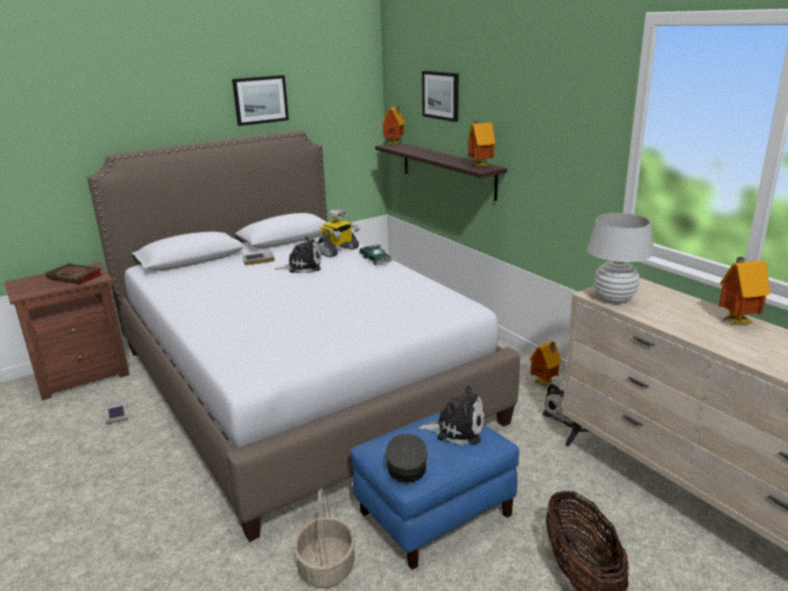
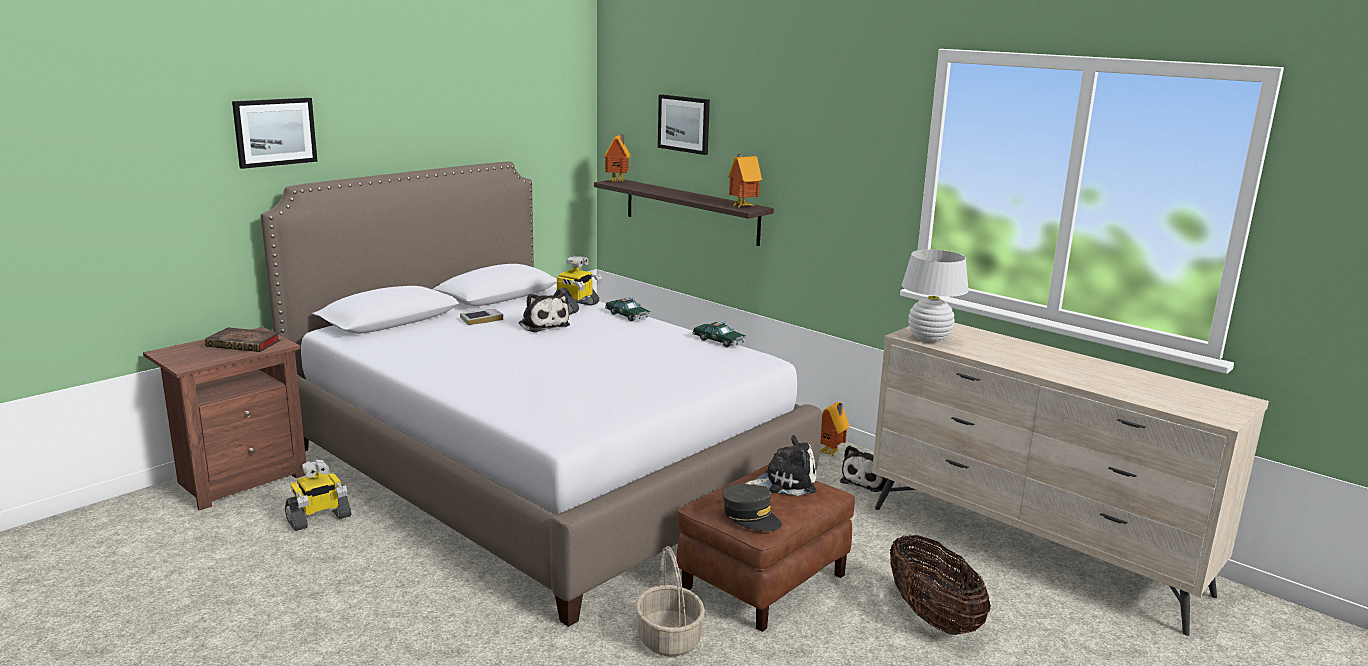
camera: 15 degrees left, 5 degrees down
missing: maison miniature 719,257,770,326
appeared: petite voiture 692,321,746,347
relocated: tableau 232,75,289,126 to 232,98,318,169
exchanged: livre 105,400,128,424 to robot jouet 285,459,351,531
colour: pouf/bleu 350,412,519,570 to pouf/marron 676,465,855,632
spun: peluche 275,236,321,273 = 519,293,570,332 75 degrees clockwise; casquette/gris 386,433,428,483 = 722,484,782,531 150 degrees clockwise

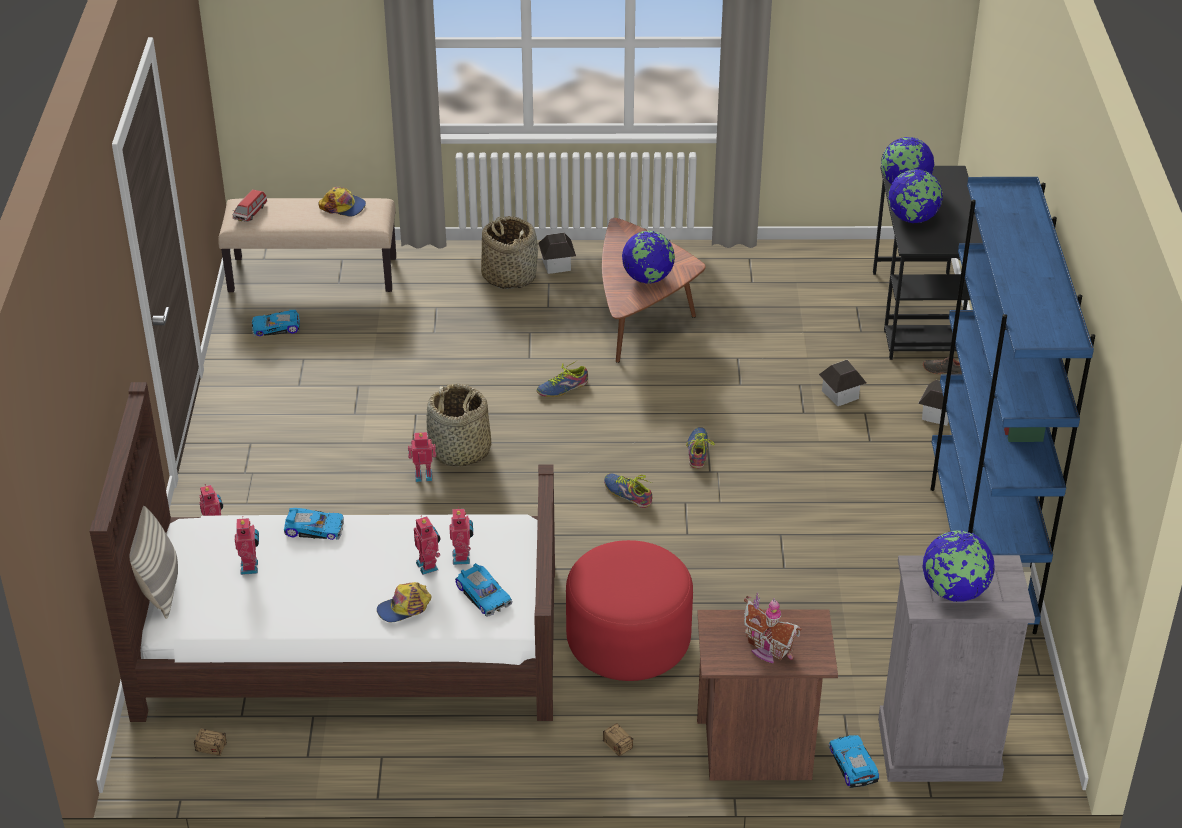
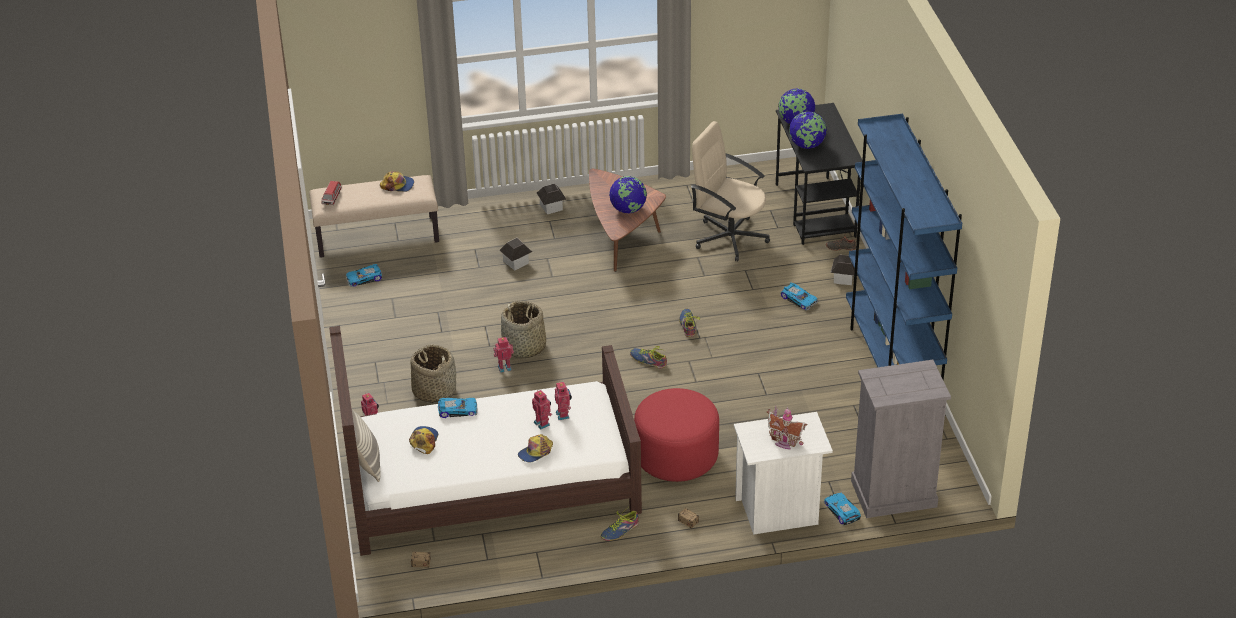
camera: 10 degrees left, 0 degrees up
missing: globe 923,531,995,602
appeared: chaise de bureau/beige 691,121,770,261
relocated: petite voiture 455,563,512,617 to 781,282,818,311; panier 481,216,538,289 to 410,344,456,403; chaussure 536,362,588,397 to 601,511,639,541; maison miniature 819,360,866,406 to 499,238,532,270
exchanged: robot jouet 235,516,259,575 to casquette 409,426,438,454
colour: table de chevet/marron 697,609,838,781 to table de chevet/blanc 734,412,833,535

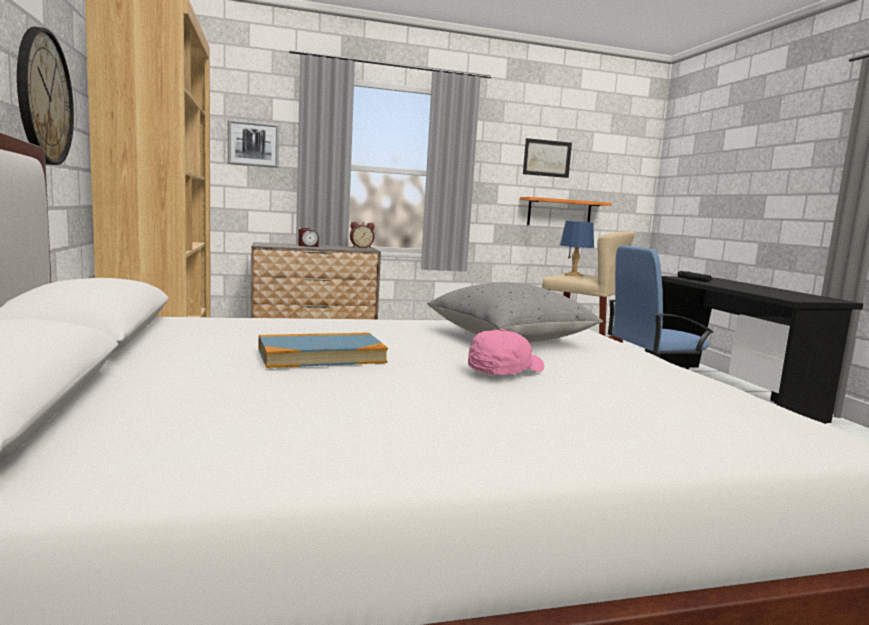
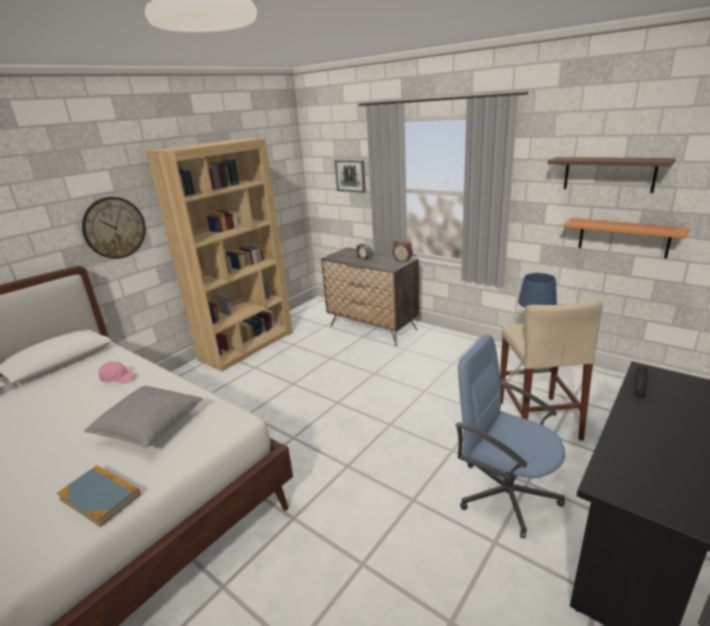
camera: 55 degrees right, 15 degrees up
relocated: livre 259,333,388,368 to 57,465,141,527; casquette/rose 468,329,544,375 to 98,361,137,384
exchanged: tableau 523,138,572,178 to étagère/marron 547,157,676,193

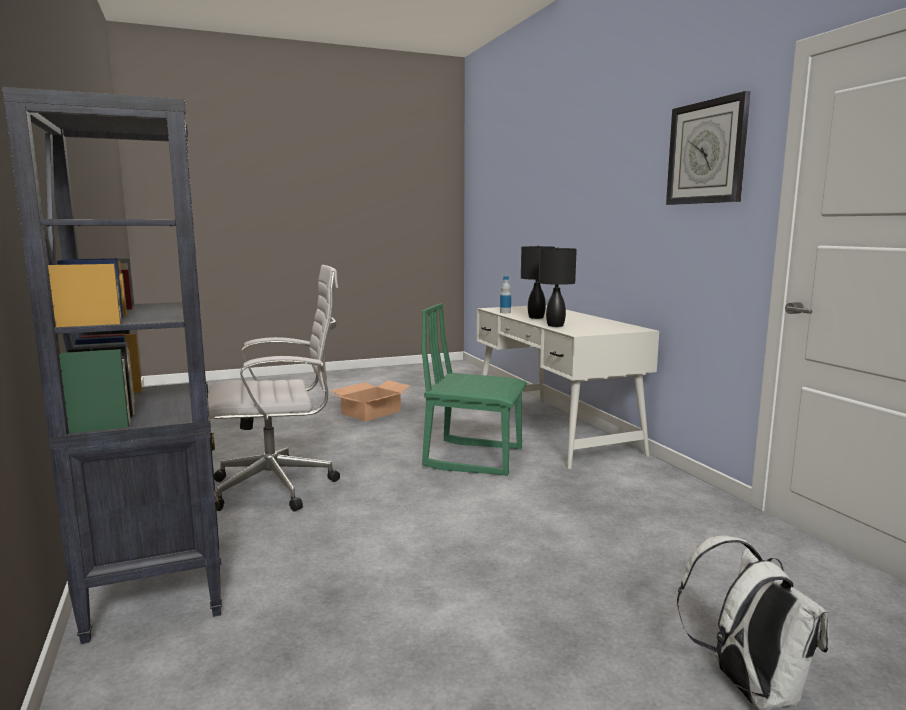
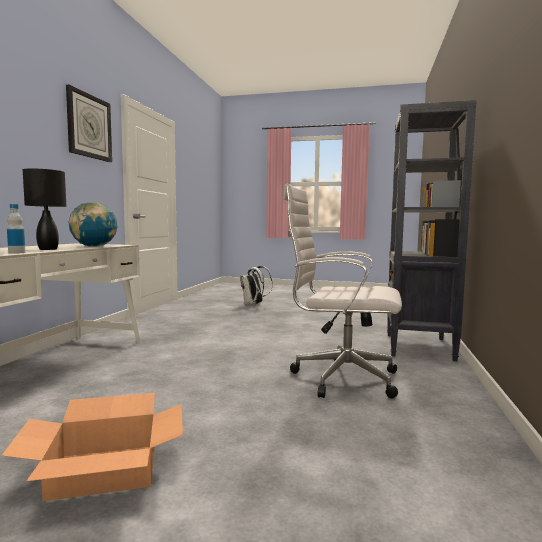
camera: 145 degrees left, 5 degrees down
missing: chaise/vert 422,303,527,476
exchanged: lampe de table/noir 539,247,577,327 to globe 68,202,117,247

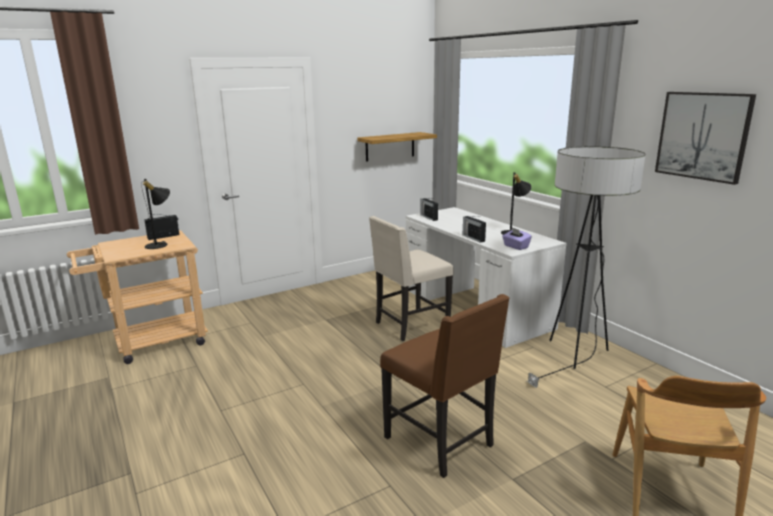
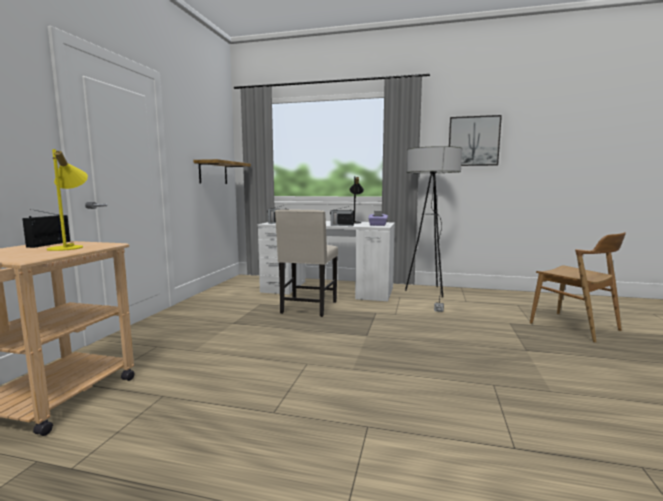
camera: 45 degrees left, 10 degrees down
missing: chaise/marron 380,294,510,478
colour: lampe de table/noir 141,179,170,249 to lampe de table/jaune 47,149,88,251

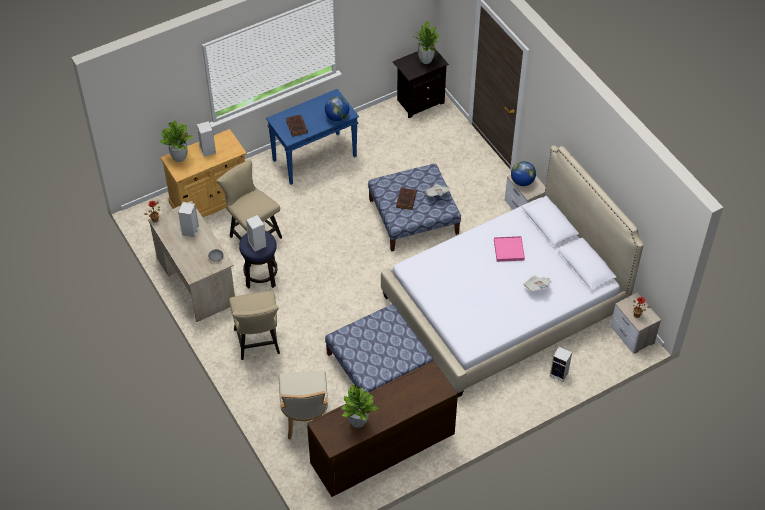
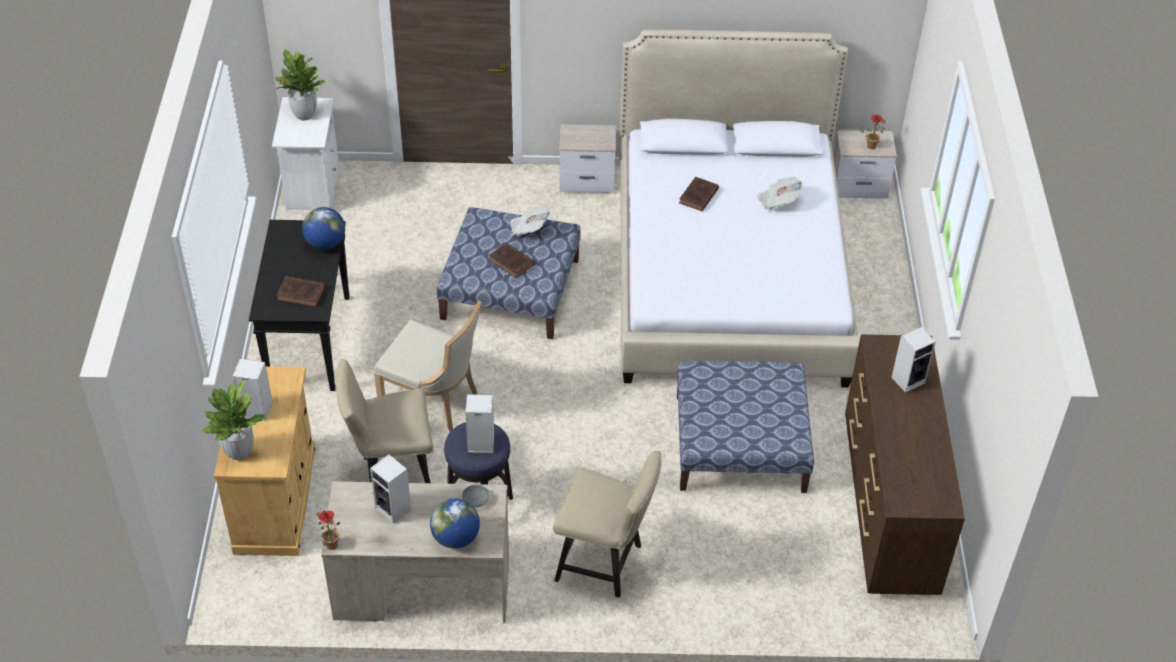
camera: 60 degrees left, 5 degrees down
missing: plante en pot 340,384,378,428
relocated: chaise/beige 279,370,328,440 to 374,300,482,432; globe 511,161,536,186 to 430,498,480,549; enceinte 550,347,572,382 to 891,327,936,393
exchanged: plateau/rose 494,236,525,262 to livre/marron 679,177,719,211
colour: table console/bleu 266,89,359,185 to table console/noir 249,220,349,391; table de chevet/noir 393,49,449,118 to table de chevet/blanc 272,97,339,210

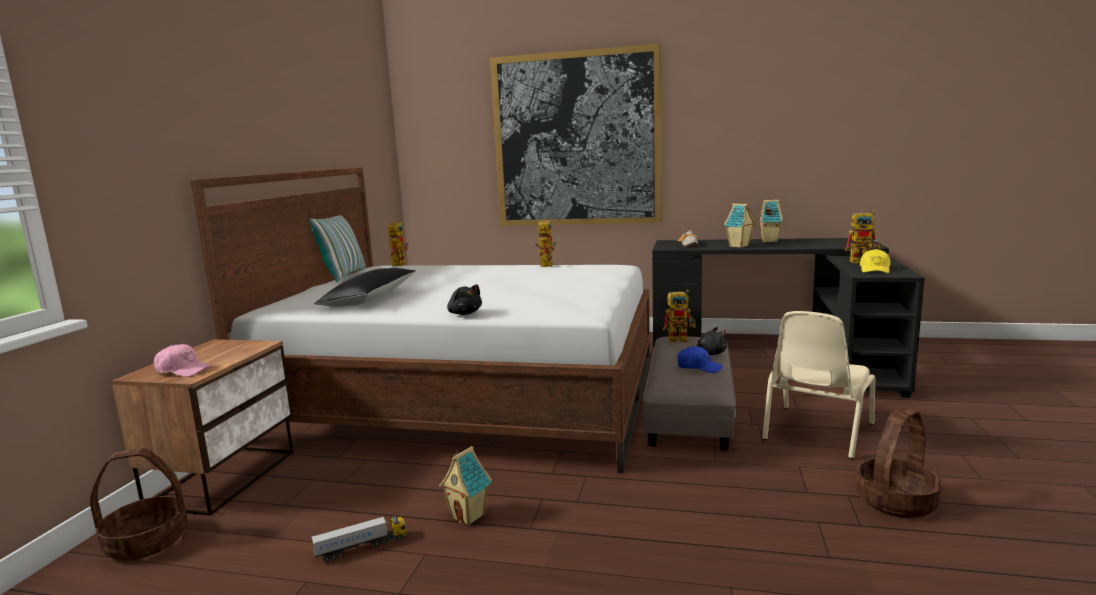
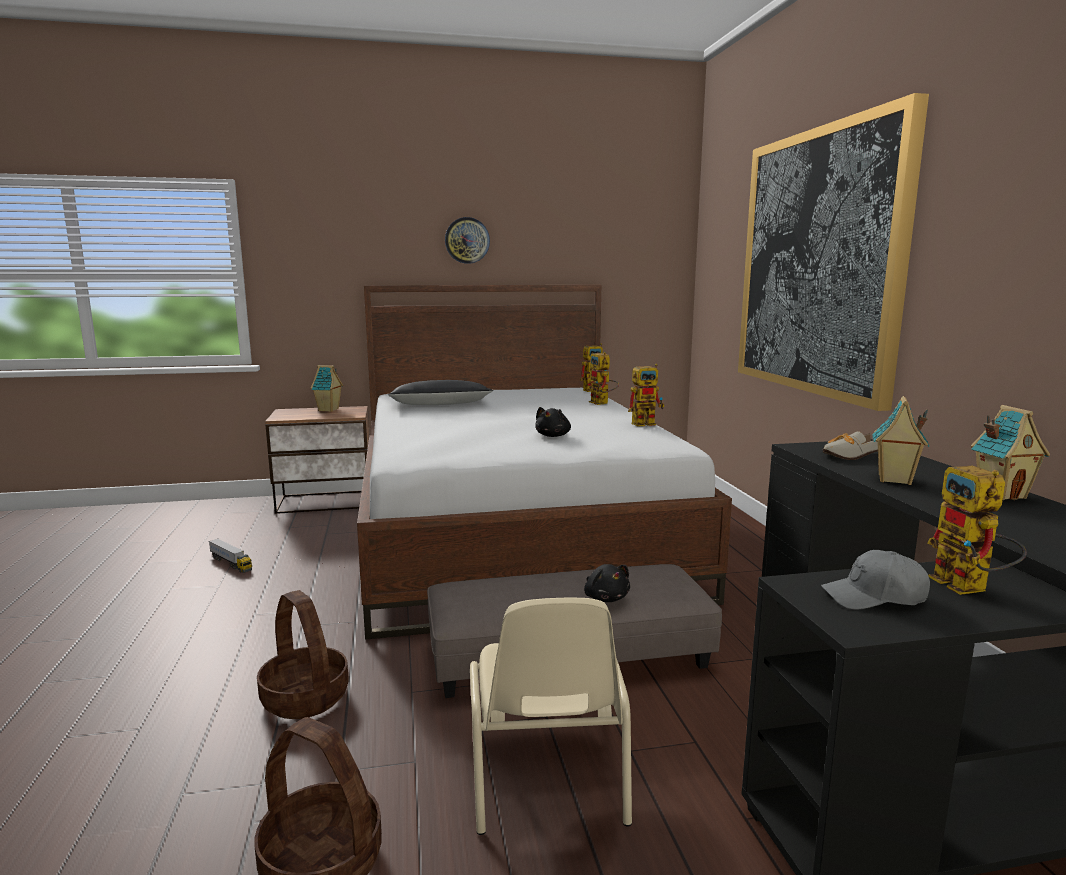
camera: 65 degrees right, 0 degrees up
missing: casquette/rose 154,344,213,377; coussin 310,215,366,282; casquette/bleu 677,346,723,373
appeared: horloge murale 445,217,490,264
relocated: panier 90,448,187,561 to 257,590,348,719; maison miniature 439,446,492,525 to 311,365,343,412; peluche/noir 447,284,482,315 to 535,407,571,437; robot jouet 663,290,696,343 to 589,352,619,405
colour: casquette/jaune 860,249,890,273 to casquette/gris 821,550,930,610
spun: chaise/beige 762,311,875,459 = 470,598,632,835 105 degrees counterclockwise

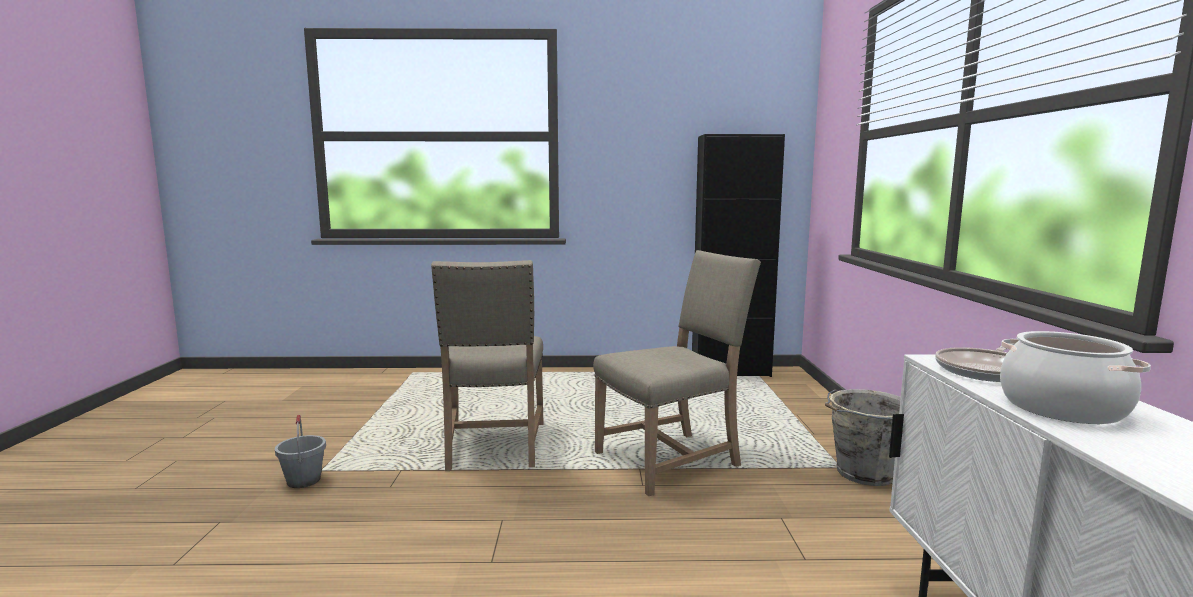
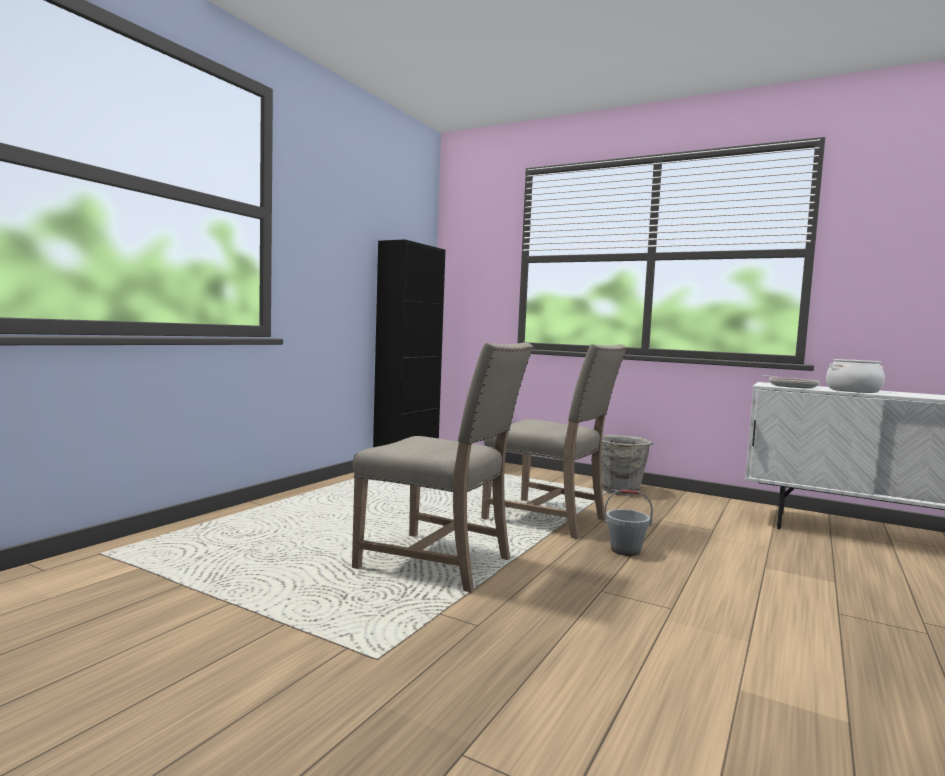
camera: 60 degrees left, 5 degrees down
relocated: seau/gris 275,415,326,488 to 604,490,653,556
spun: chaise/beige 593,250,761,496 = 481,344,627,539 120 degrees clockwise

